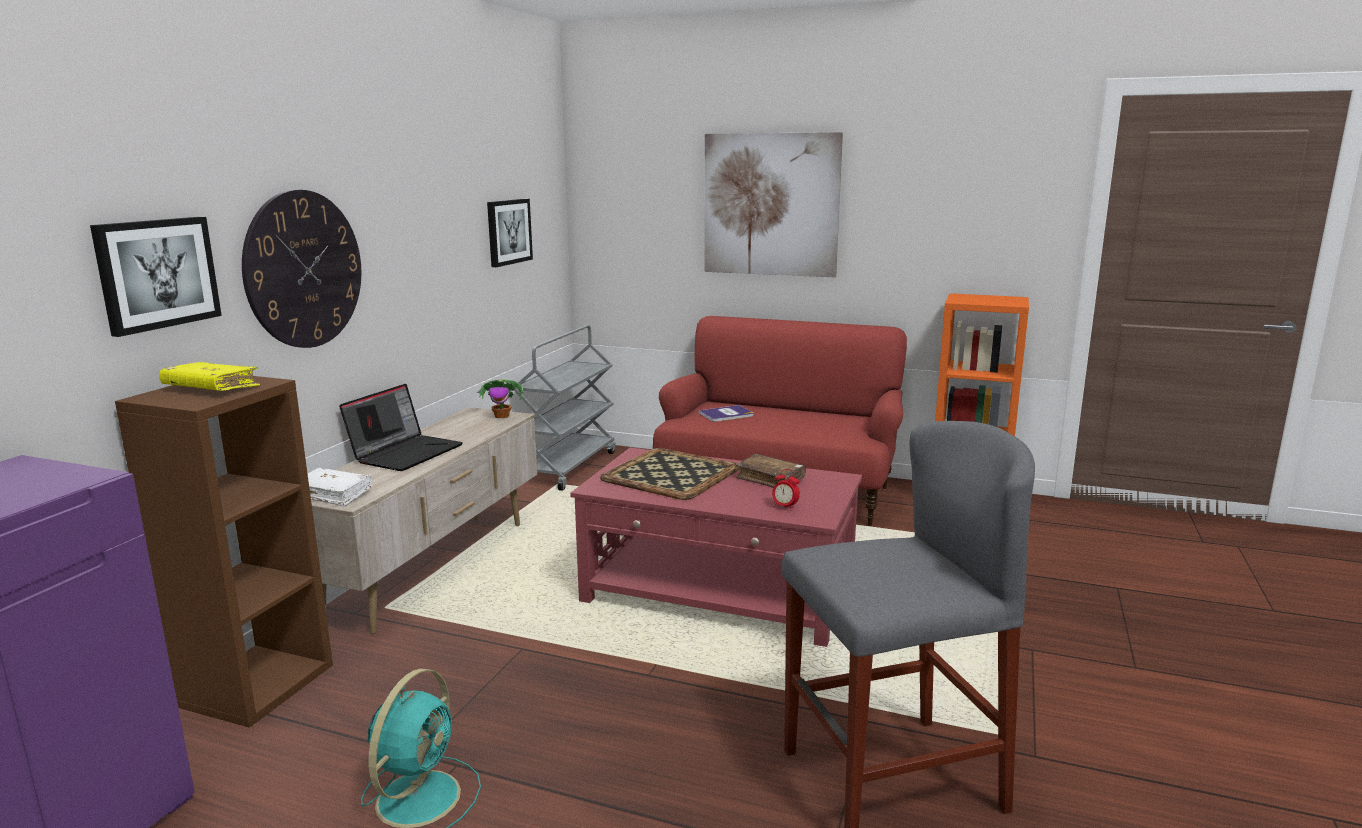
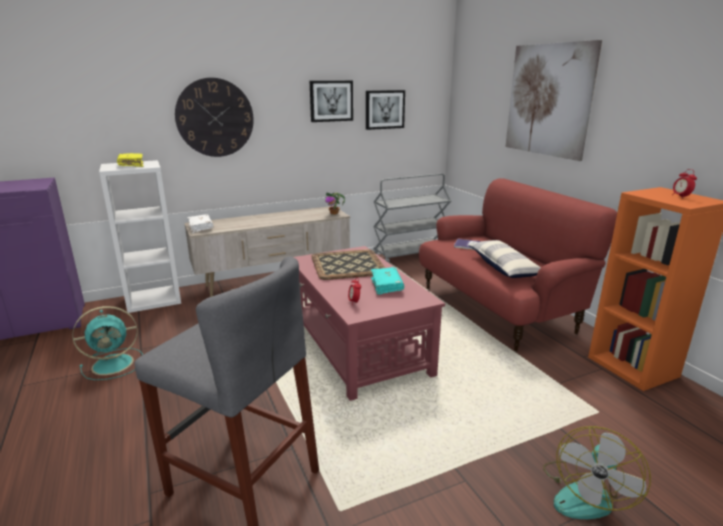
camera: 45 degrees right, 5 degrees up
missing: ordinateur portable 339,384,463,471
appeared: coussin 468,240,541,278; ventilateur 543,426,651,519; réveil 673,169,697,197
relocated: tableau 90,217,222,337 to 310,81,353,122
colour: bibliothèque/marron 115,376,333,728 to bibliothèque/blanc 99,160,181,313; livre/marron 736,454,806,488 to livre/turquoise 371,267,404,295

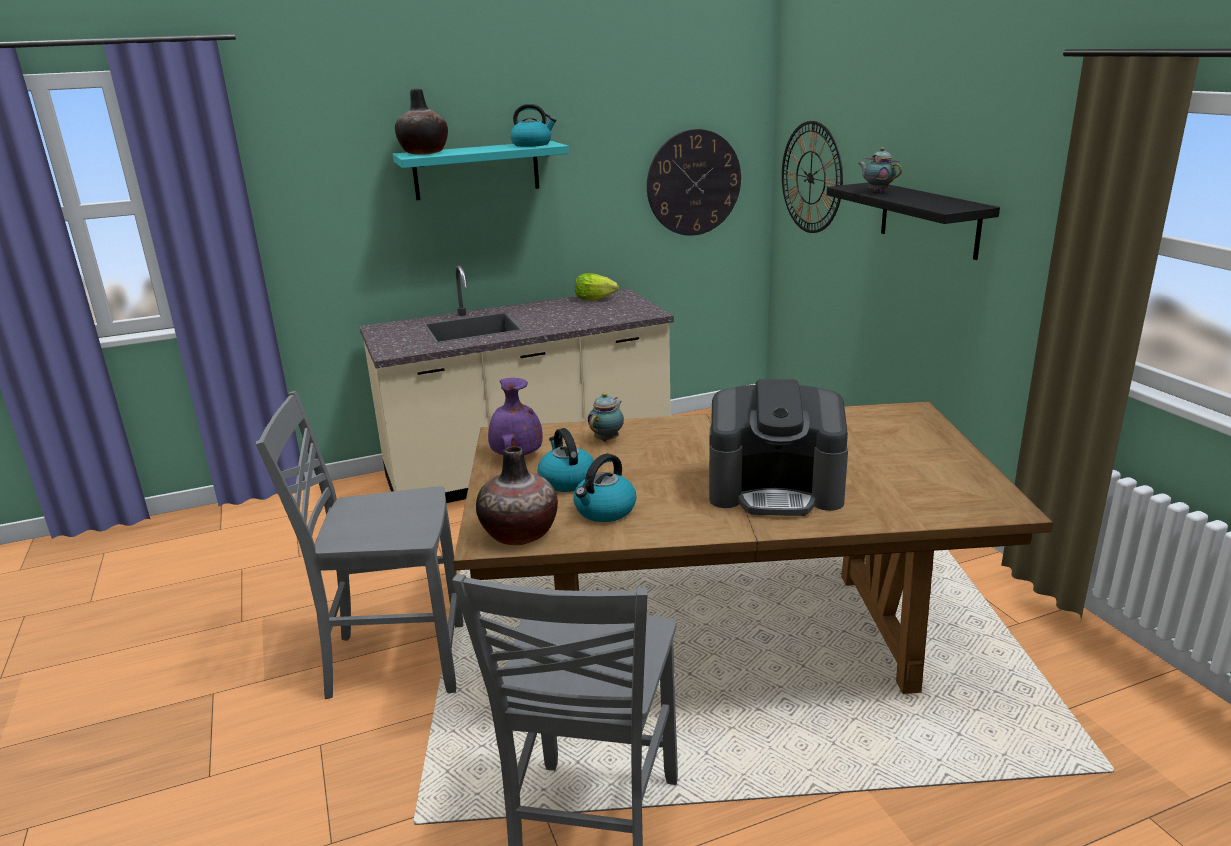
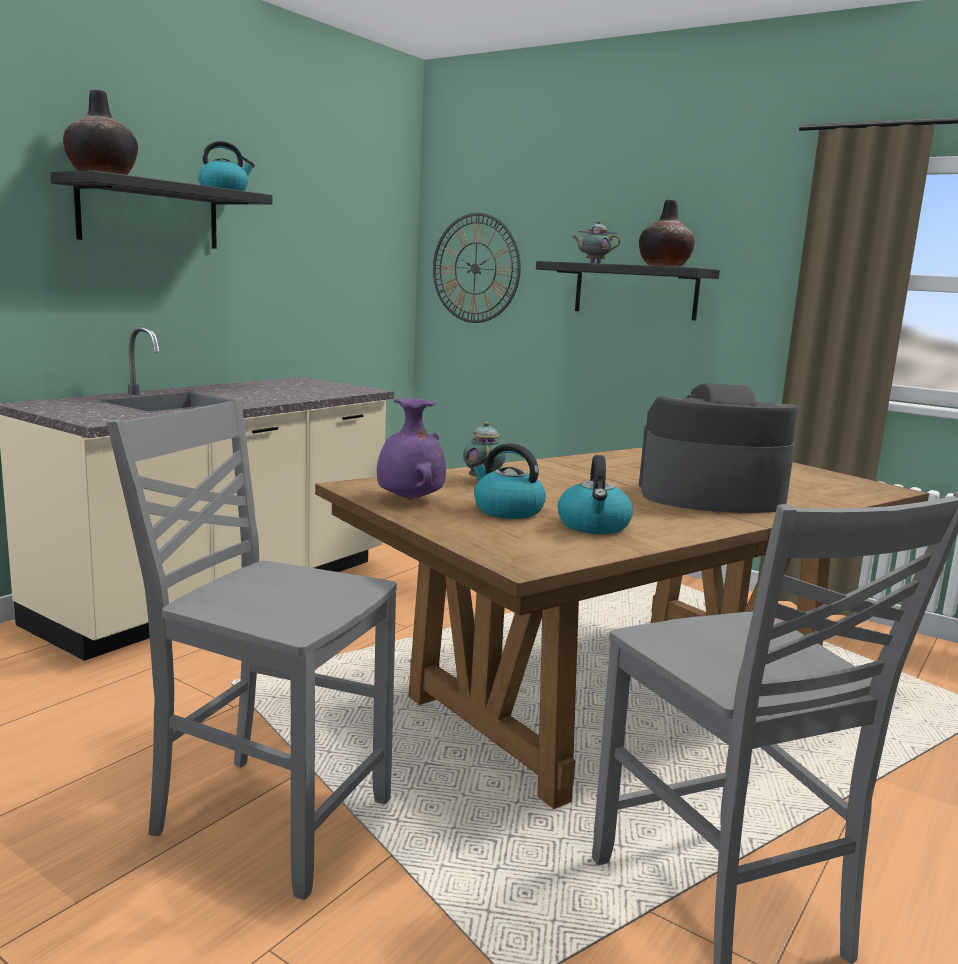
camera: 35 degrees left, 10 degrees down
missing: laitue 575,273,619,300; horloge murale 647,129,741,236
relocated: vase 476,446,558,545 to 639,199,695,267
colour: étagère/turquoise 393,141,569,200 to étagère/noir 50,170,273,249
spun: chaise/gris 256,391,463,699 = 107,398,397,900 60 degrees clockwise; machine à café 709,379,848,516 = 639,383,797,513 150 degrees counterclockwise

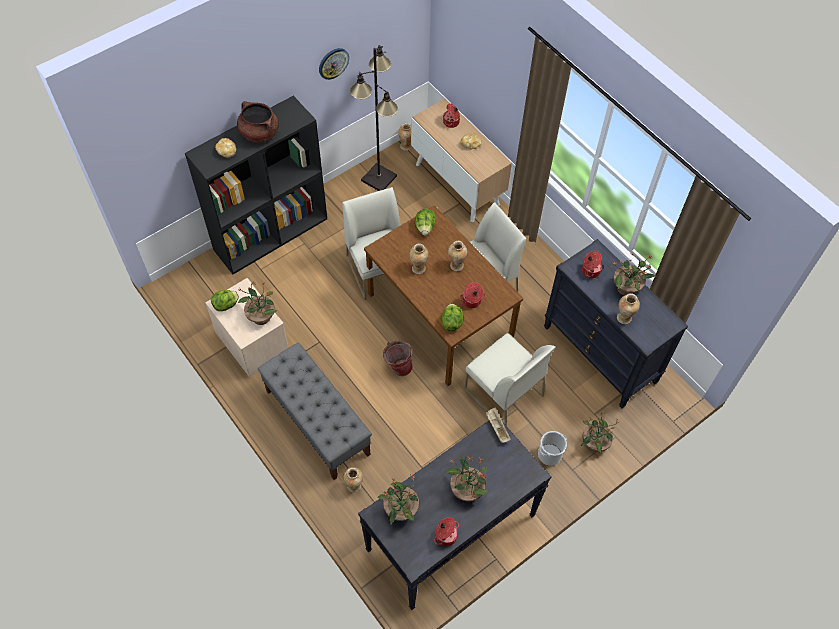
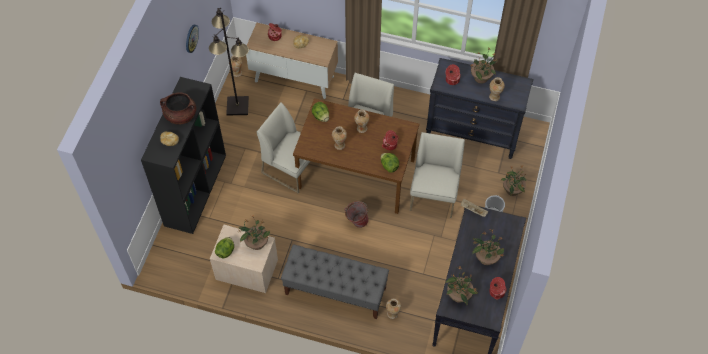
camera: 35 degrees left, 0 degrees up
spun: chaise/blanc 464,333,556,426 = 410,132,465,218 90 degrees counterclockwise

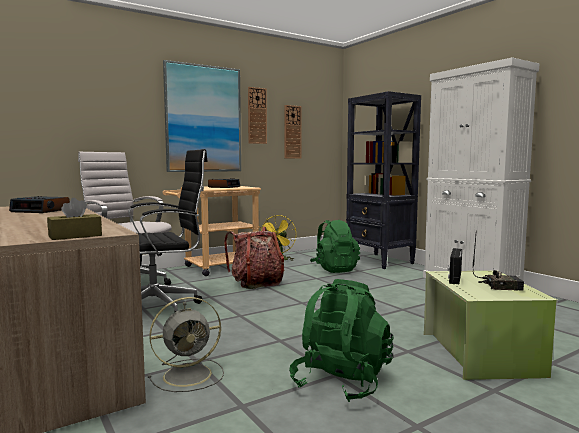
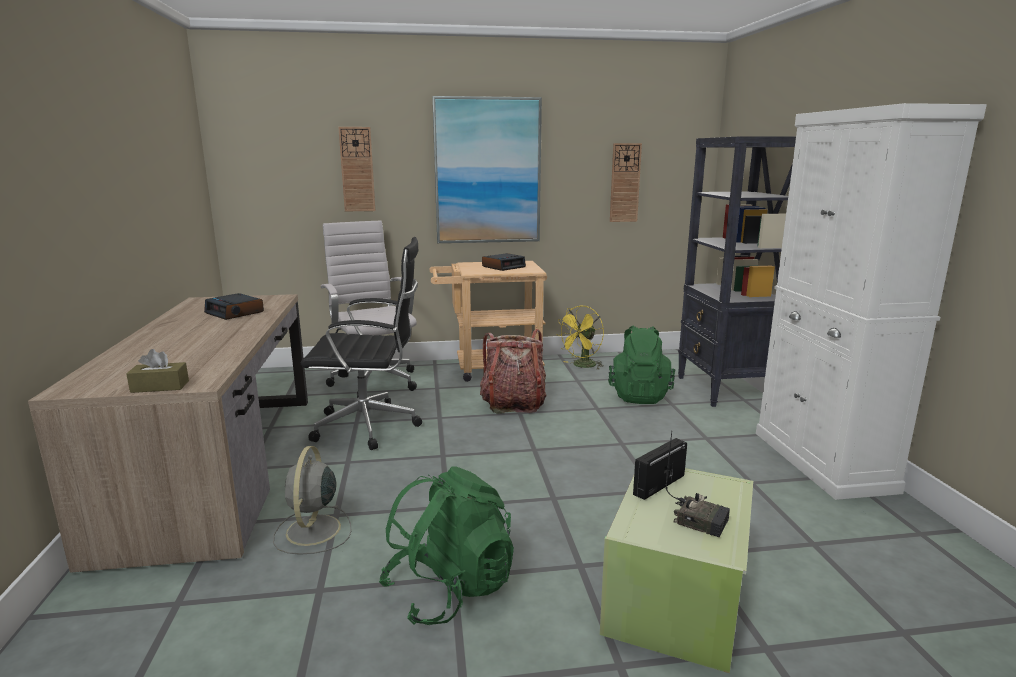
camera: 25 degrees right, 10 degrees up
relocated: horloge murale 248,87,267,144 to 338,127,375,211
spun: ventilateur/gris 148,297,224,392 = 273,446,352,555 90 degrees clockwise

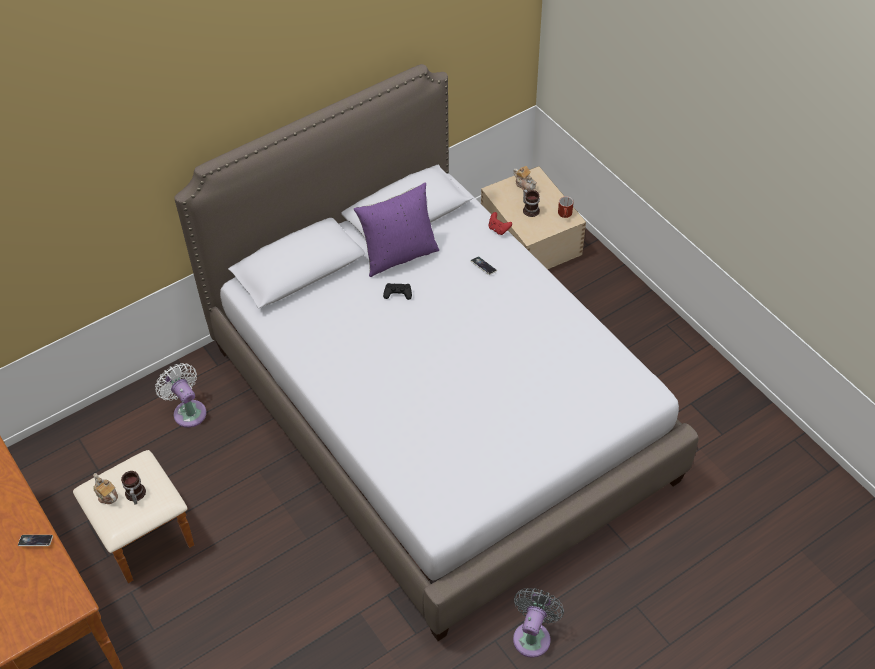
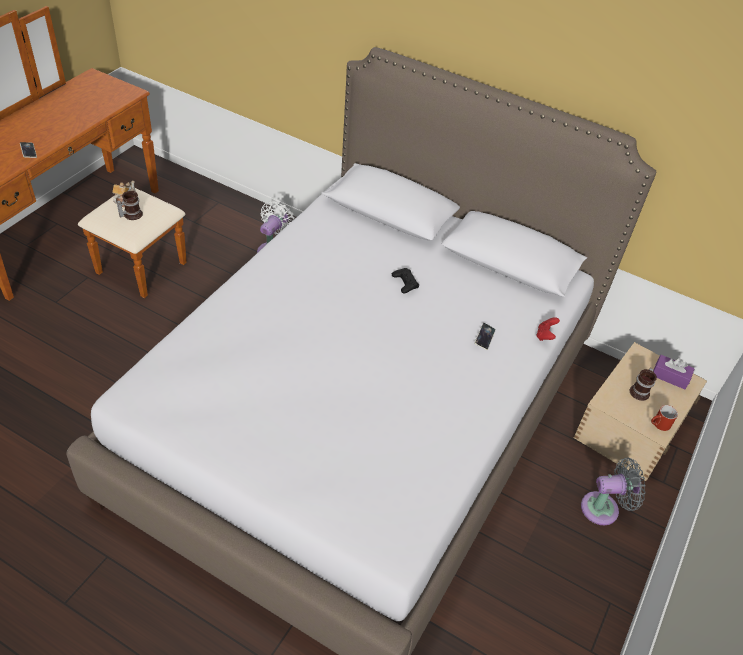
camera: 60 degrees right, 5 degrees down
missing: coussin/violet 354,182,439,277
relocated: ventilateur/gris 513,588,564,658 to 581,458,646,525
exchanged: théière 513,166,537,191 to boîte à mouchoirs/violet 653,355,695,389

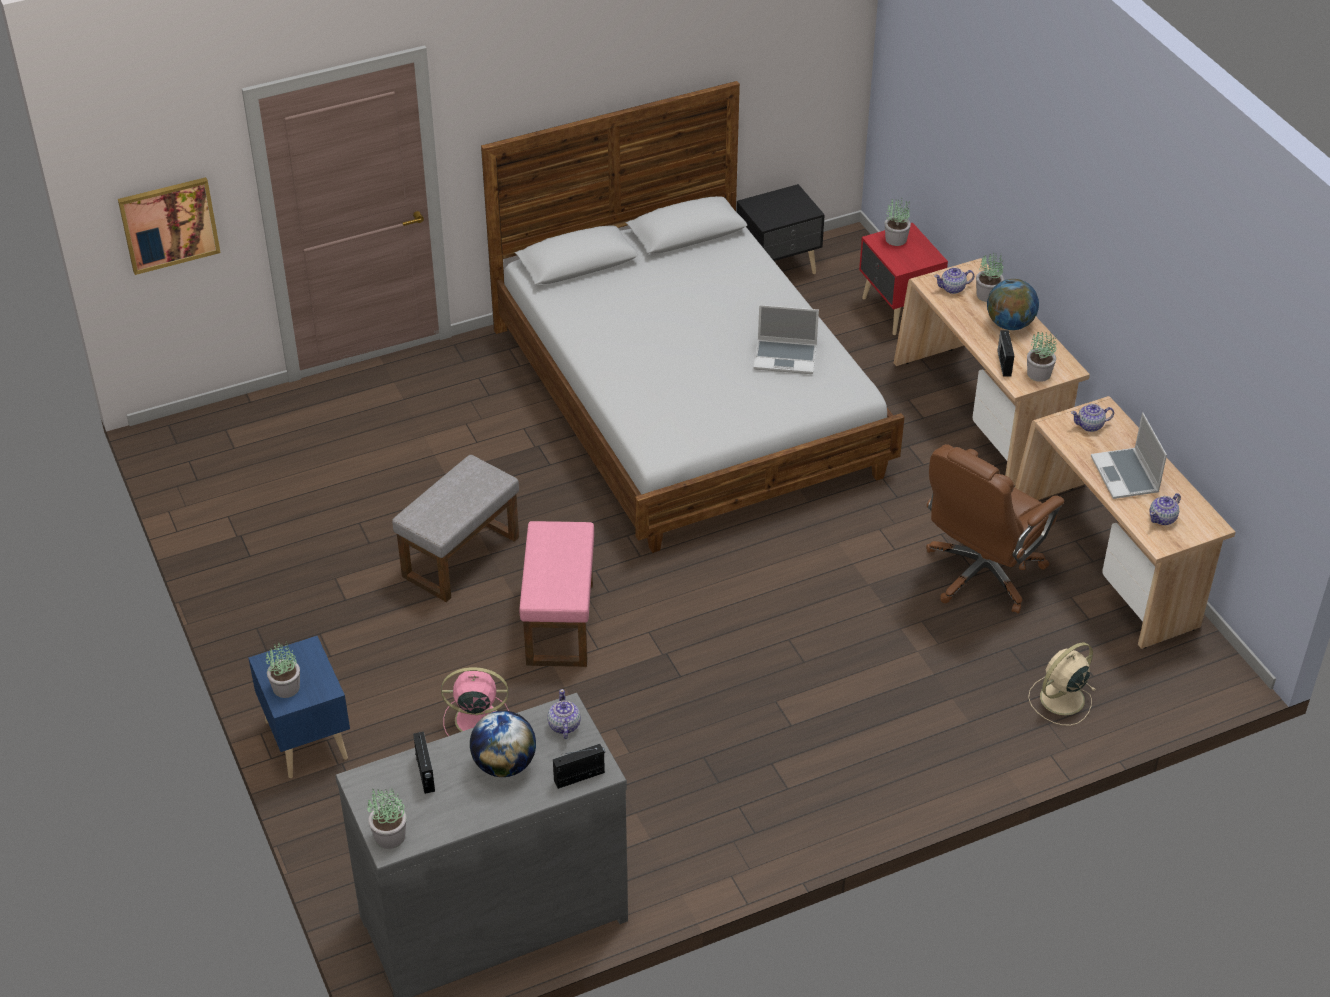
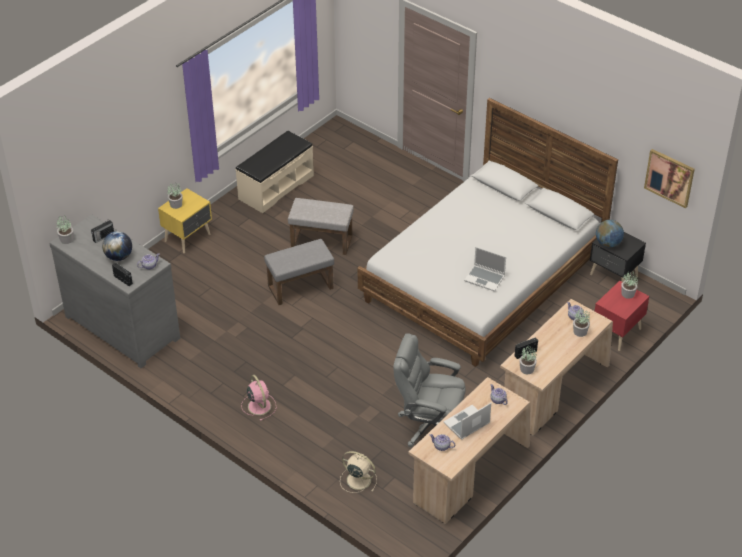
camera: 65 degrees right, 0 degrees up
appeared: banc/beige 235,131,314,213
relocated: tableau 118,177,221,275 to 644,149,695,208; ventilateur/rose 441,667,509,736 to 241,375,276,420; globe 987,279,1039,330 to 596,220,624,247
colour: table de chevet/bleu 248,636,350,778 to table de chevet/jaune 158,188,212,253; pouf/rose 519,521,594,667 to pouf/gris 264,239,334,305; chaise de bureau/marron 926,444,1064,614 to chaise de bureau/gris 393,334,466,447
spun: ordinateur portable 754,305,819,374 = 464,247,506,291 45 degrees counterclockwise

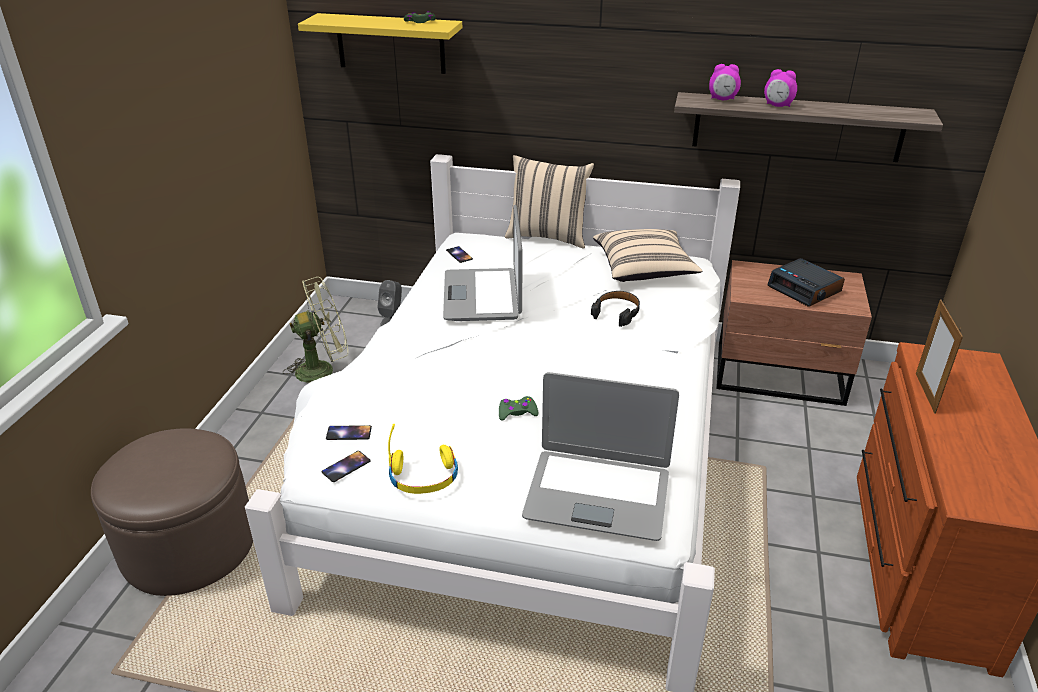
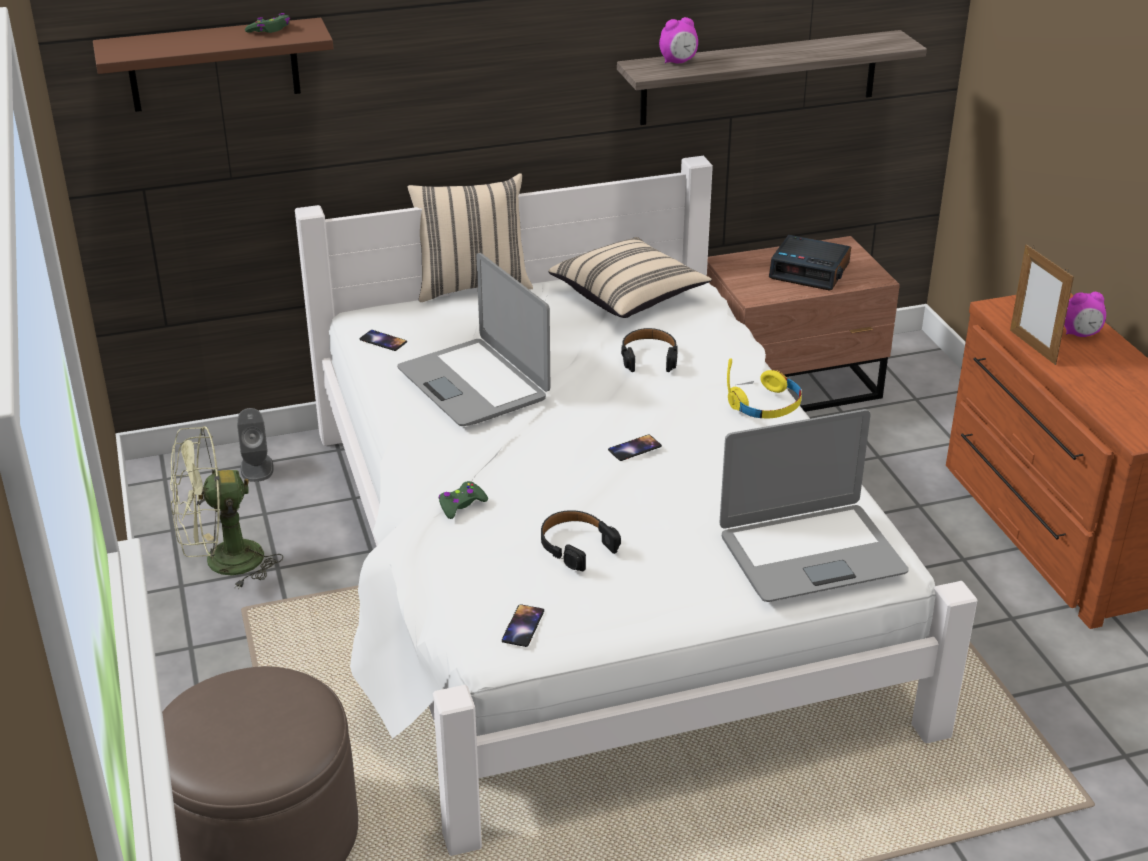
camera: 30 degrees left, 0 degrees up
appeared: casque audio/noir 541,510,621,571
relocated: téléphone 326,425,372,440 to 608,434,662,461; casque audio/jaune 388,424,458,494 to 727,358,802,419; manette/vert 499,396,538,421 to 439,481,488,519; réveil 764,69,797,107 to 1064,292,1106,337
colour: étagère/jaune 298,13,462,74 to étagère/marron 93,18,334,112
spun: ventilateur/vert 283,277,348,383 = 170,426,283,589 150 degrees counterclockwise

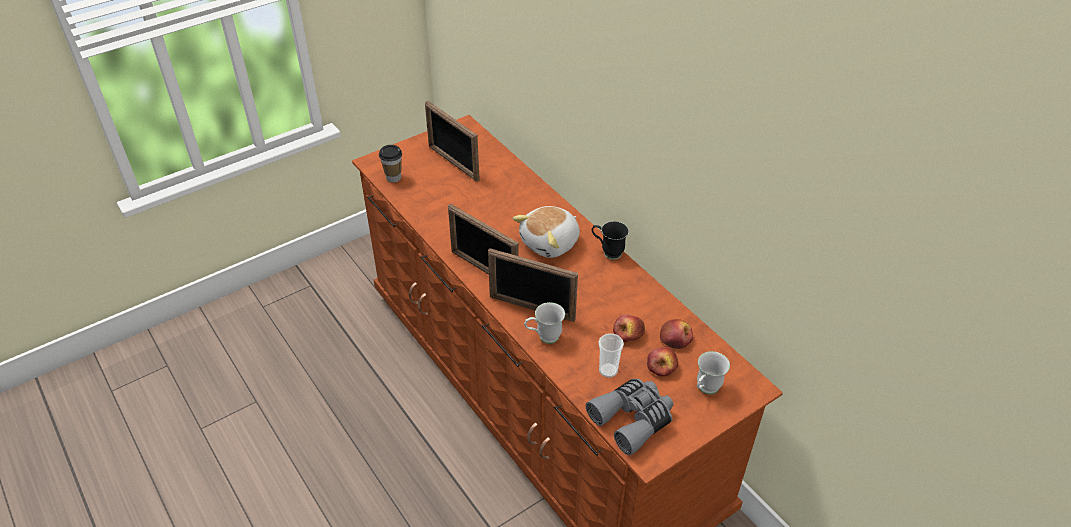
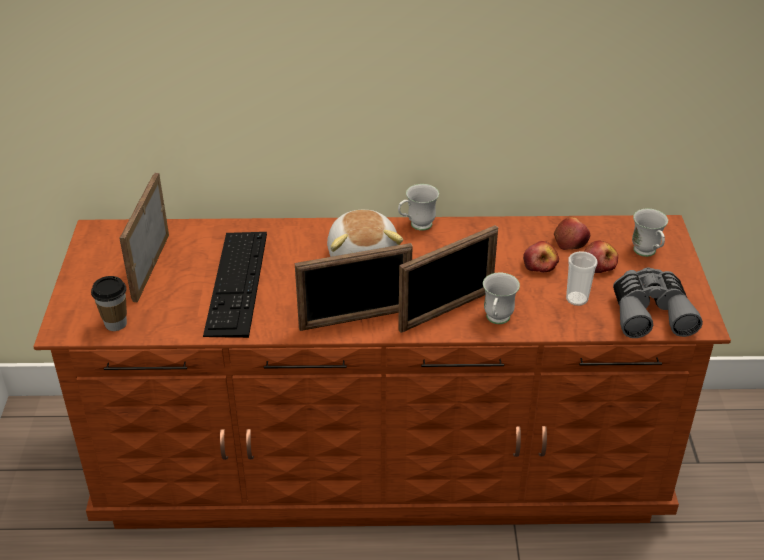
camera: 55 degrees left, 5 degrees down
appeared: clavier 203,232,267,338
colour: mug/noir 592,221,629,260 to mug/blanc 398,184,439,230
spun: cadre photo 425,101,480,182 = 119,173,169,302 105 degrees clockwise

